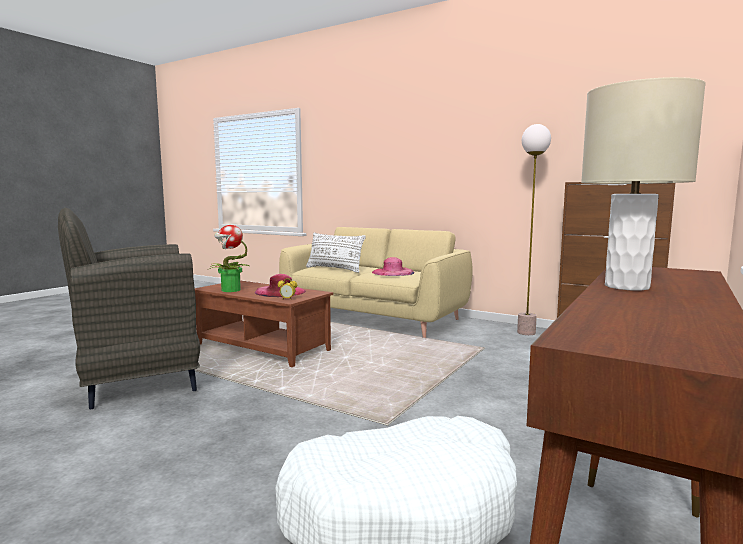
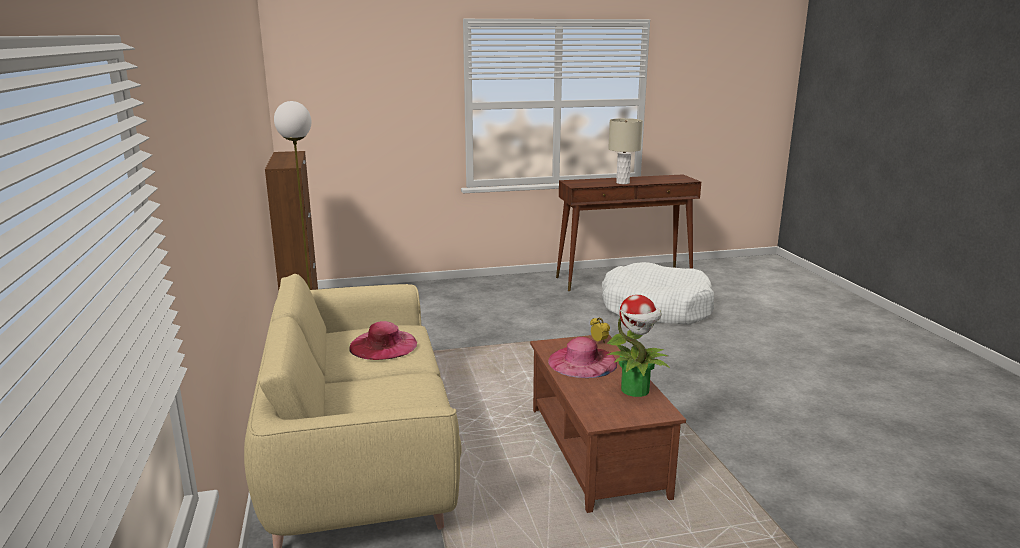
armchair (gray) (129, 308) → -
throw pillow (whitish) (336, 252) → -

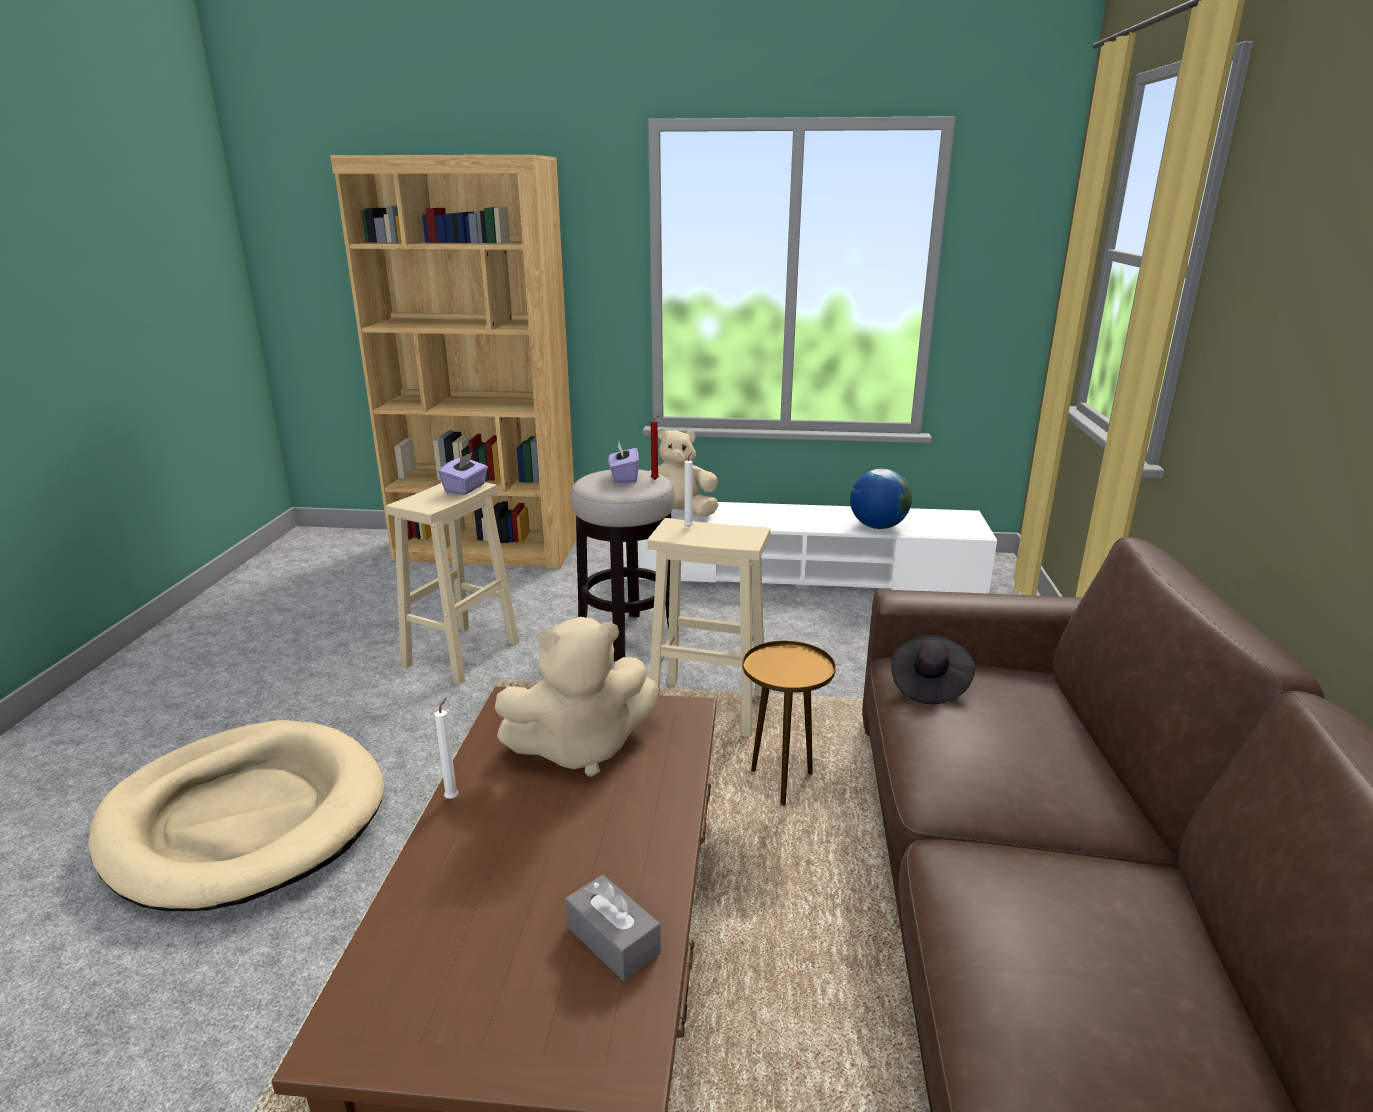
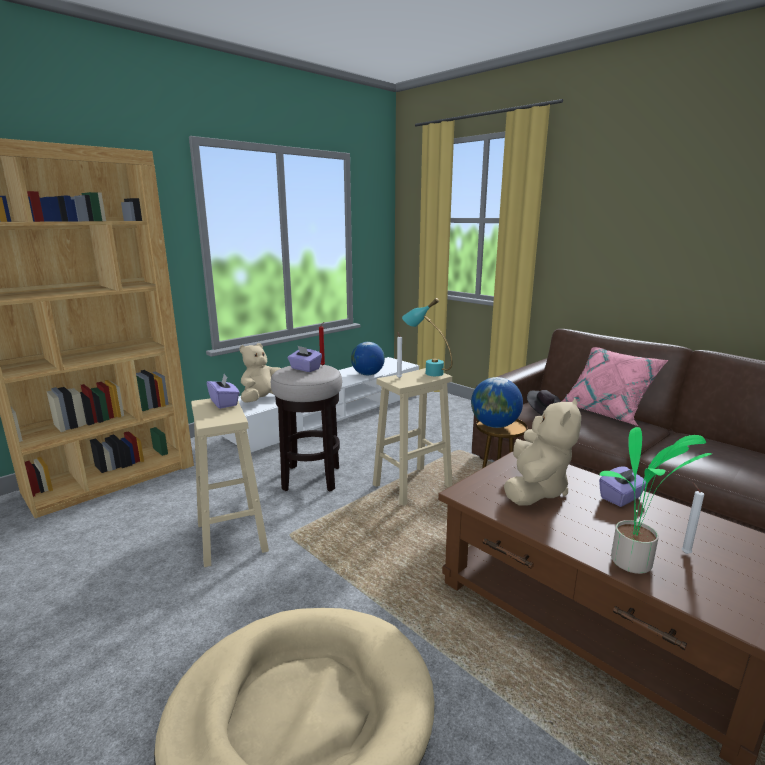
wax candle (whitish) (447, 748) → wax candle (whitish) (692, 518), move
tissue box (gray) (613, 927) → -
- → lamp for a table (turquoise-coloured) (427, 337)
- → desk globe (497, 402)
- → throw pillow (pinkish) (614, 386)
- → houseplant (655, 500)
- → tissue box (purplish) (622, 487)

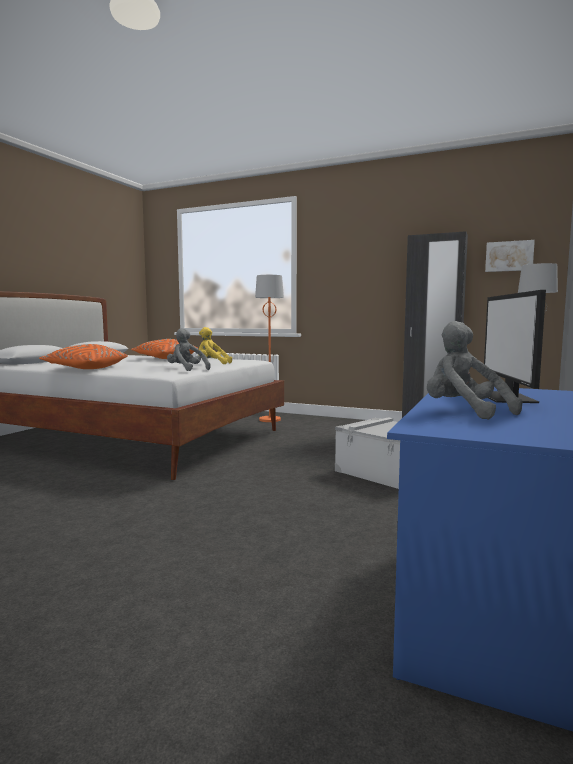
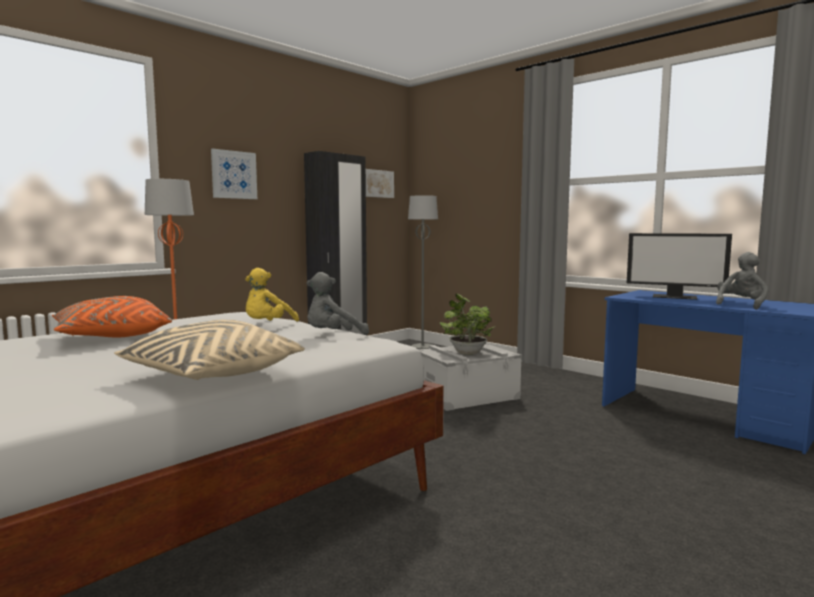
throw pillow (orangey) (83, 356) → throw pillow (sand-coloured) (209, 349)
cuddly toy (gray) (474, 370) → cuddly toy (gray) (742, 281), 150 degrees clockwise
- → wall art (234, 174)
- → houseplant (468, 324)

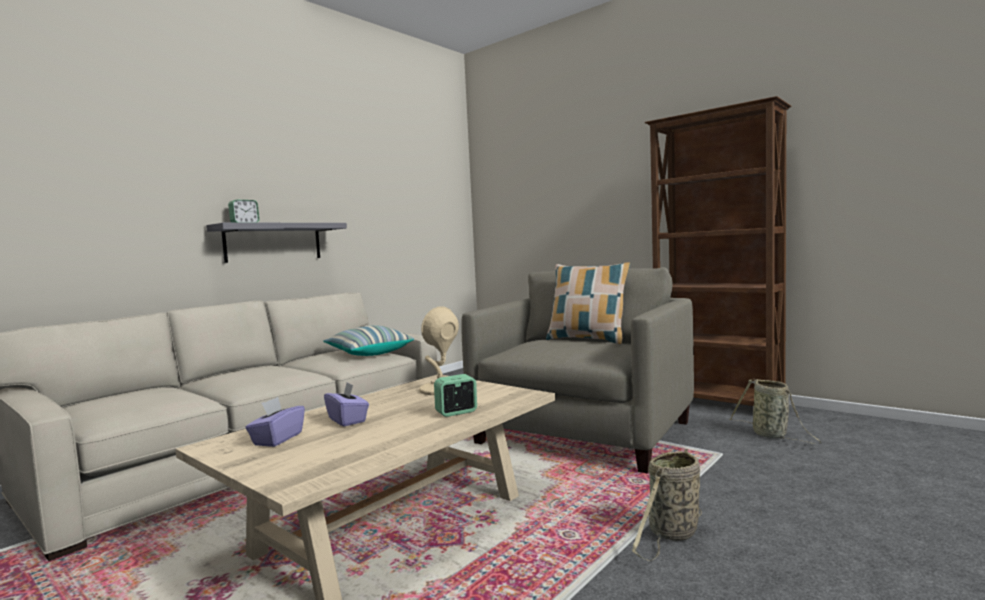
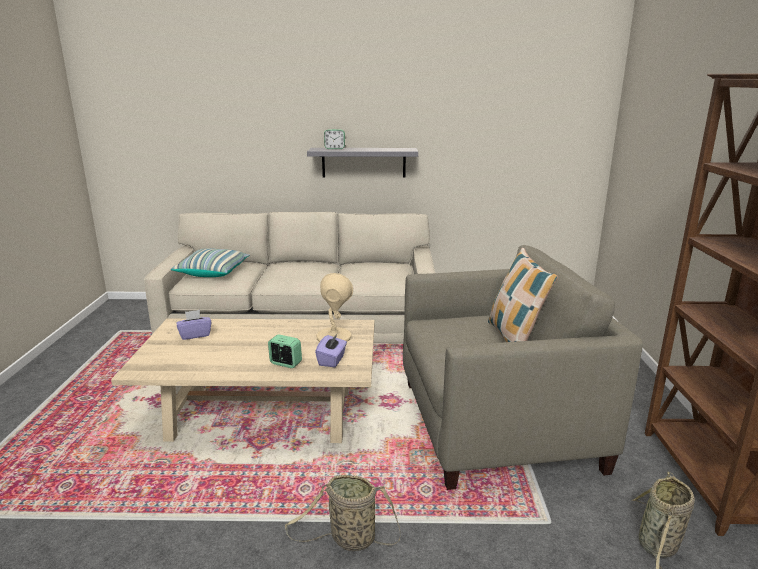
throw pillow (368, 340) → throw pillow (210, 262), move
tissue box (purplish) (346, 405) → tissue box (purplish) (331, 350), move

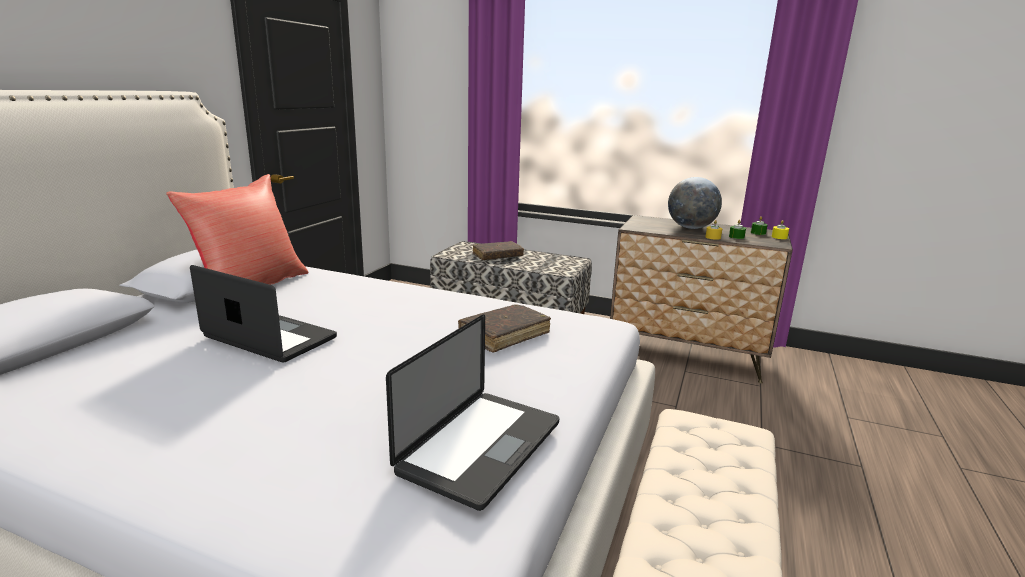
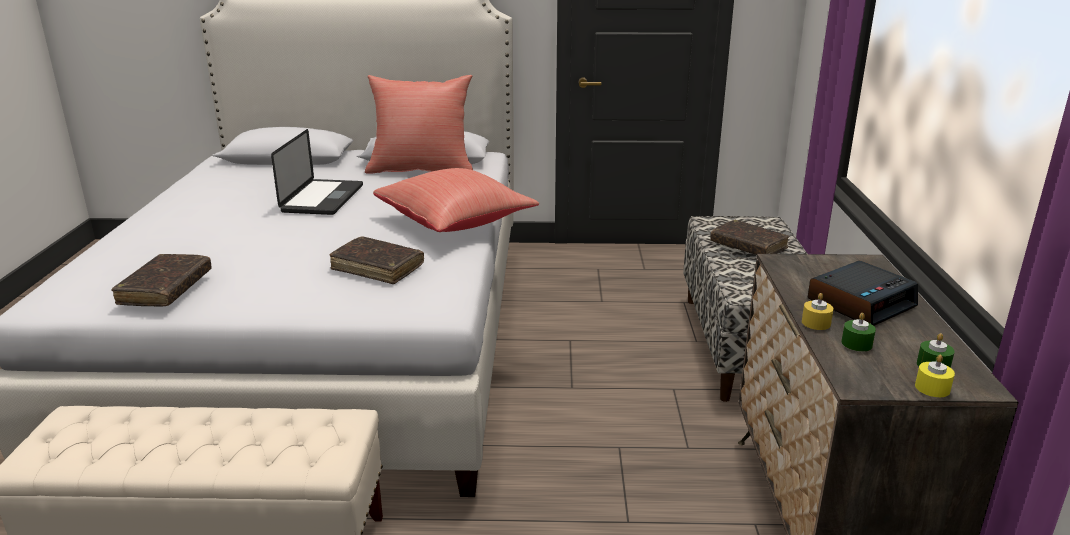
portable computer (472, 412) → volume (brown) (162, 280)
desk globe (695, 203) → alarm clock (862, 293)
- → throw pillow (red-coloured) (456, 200)

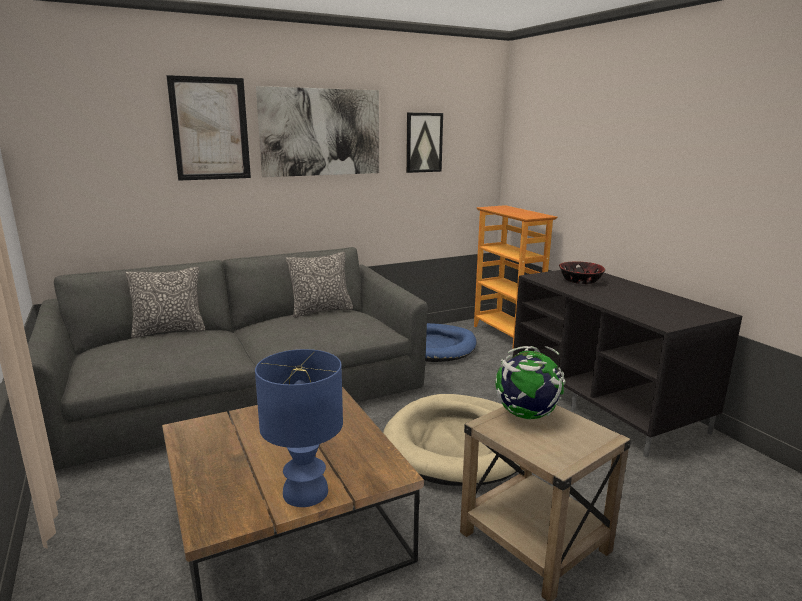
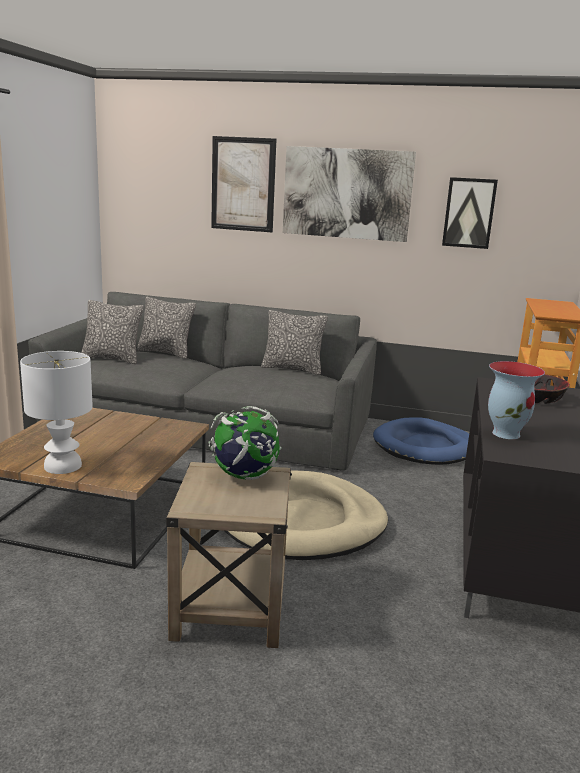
lamp for a table (blue) (299, 428) → lamp for a table (whitish) (56, 412)
- → throw pillow (112, 332)
- → decorative vase (516, 400)

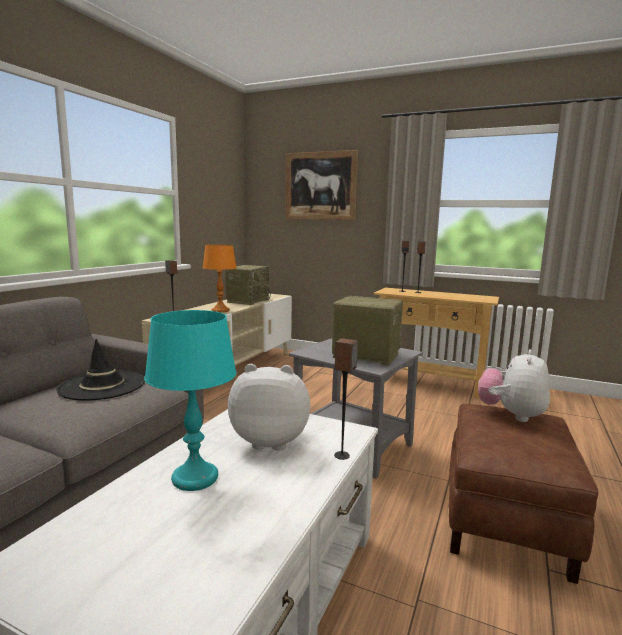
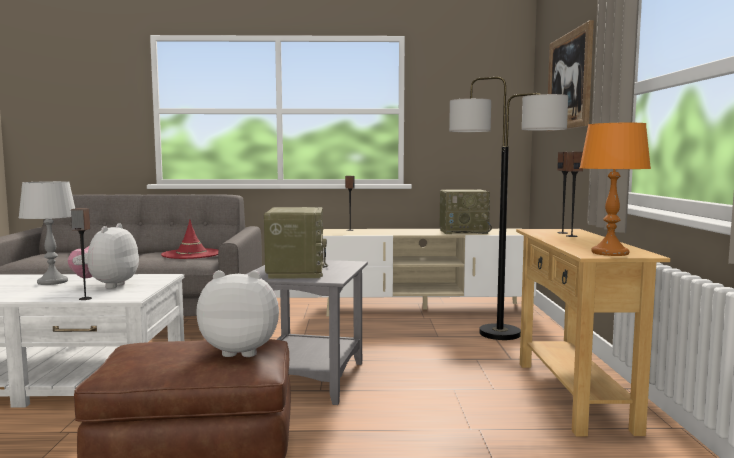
wearable hat (black-coloured) (101, 370) → wearable hat (red-coloured) (189, 239)
lamp for a table (turquoise-coloured) (190, 400) → lamp for a table (gray) (46, 233)
lamp for a table (orangey) (219, 279) → lamp for a table (orangey) (615, 189), move
cuddly toy (269, 407) → cuddly toy (103, 256), 150 degrees counterclockwise
- → standard lamp (508, 208)

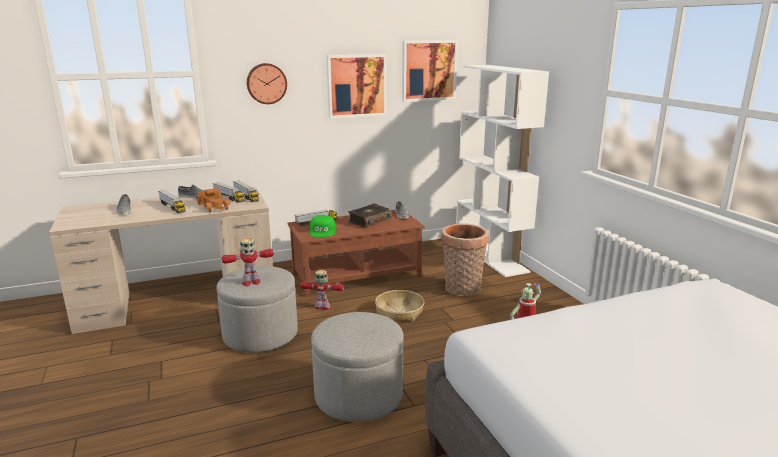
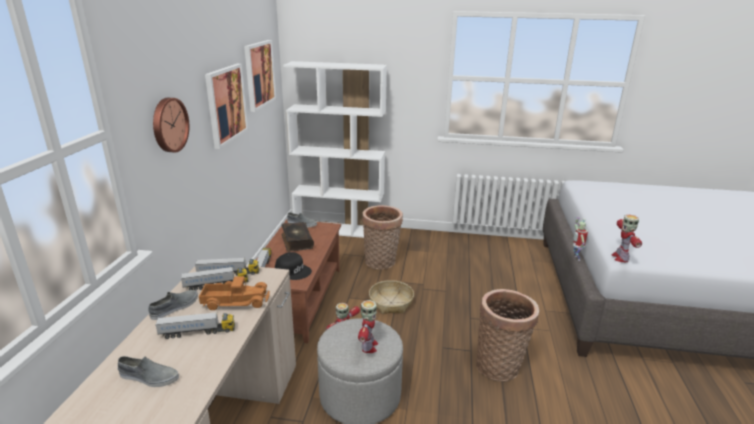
cap (green) (322, 226) → cap (black-coloured) (293, 266)
pouffe (gray) (357, 367) → household basket (507, 335)
- → model robot (627, 238)

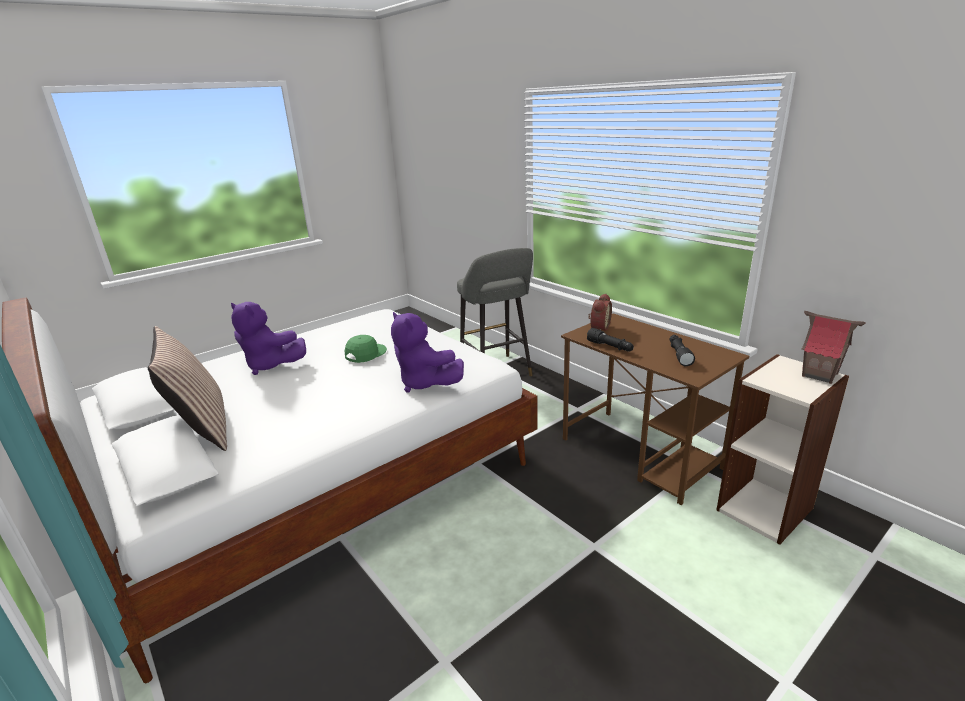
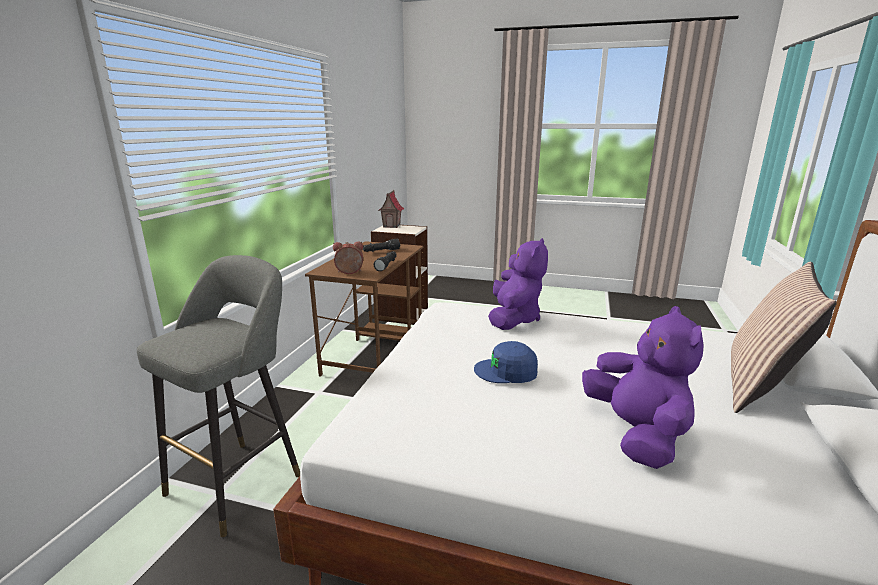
cap (green) (366, 349) → cap (blue) (506, 362)

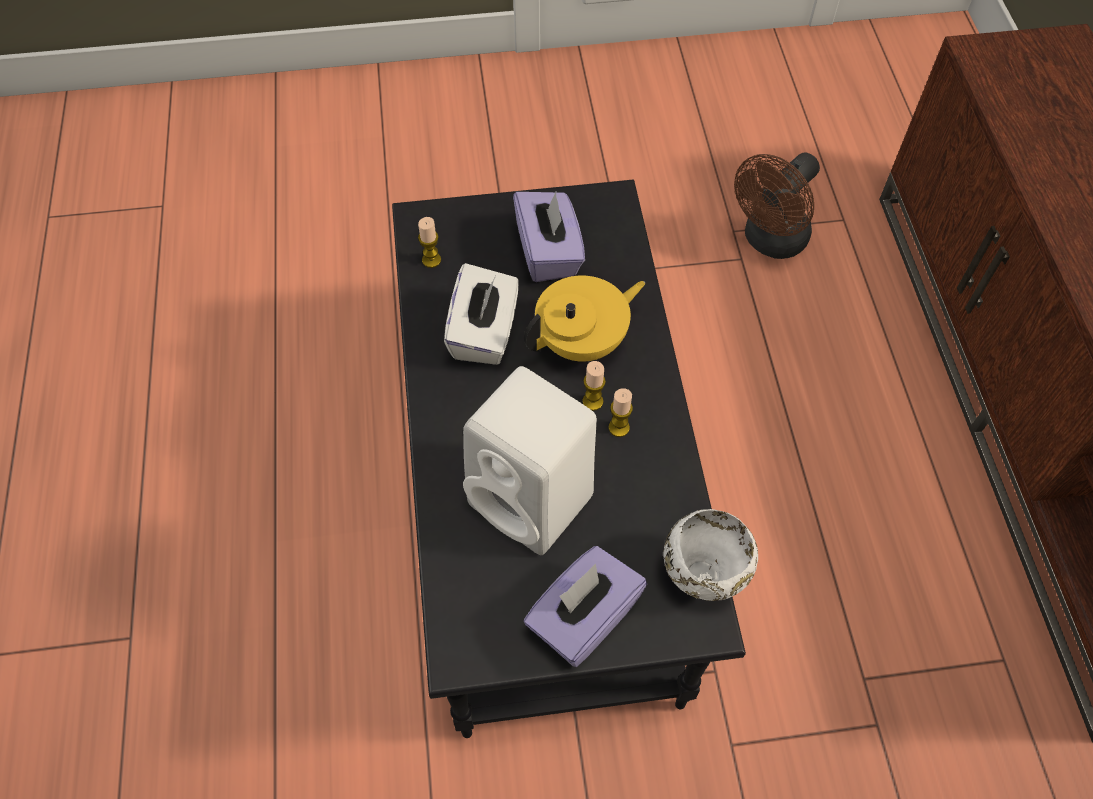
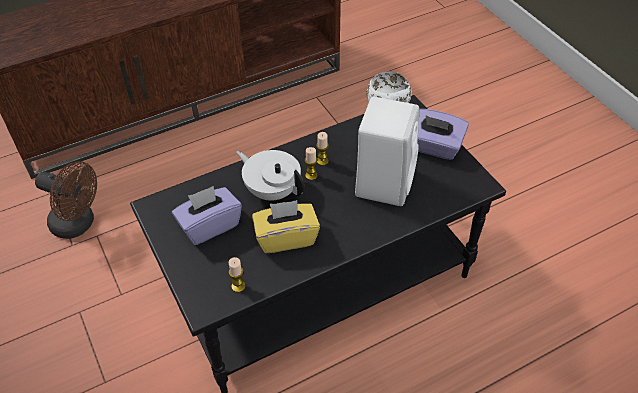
tissue box (whitish) (481, 314) → tissue box (yellow) (286, 226)
teapot (yellow) (584, 319) → teapot (whitish) (270, 175)

